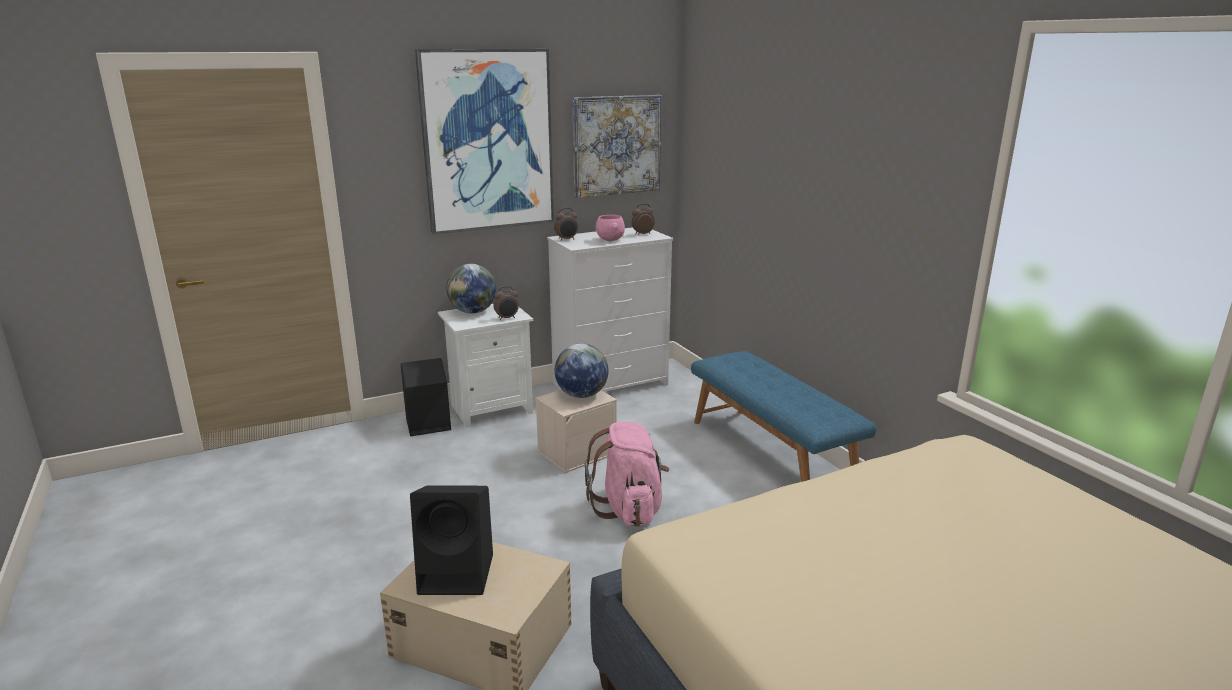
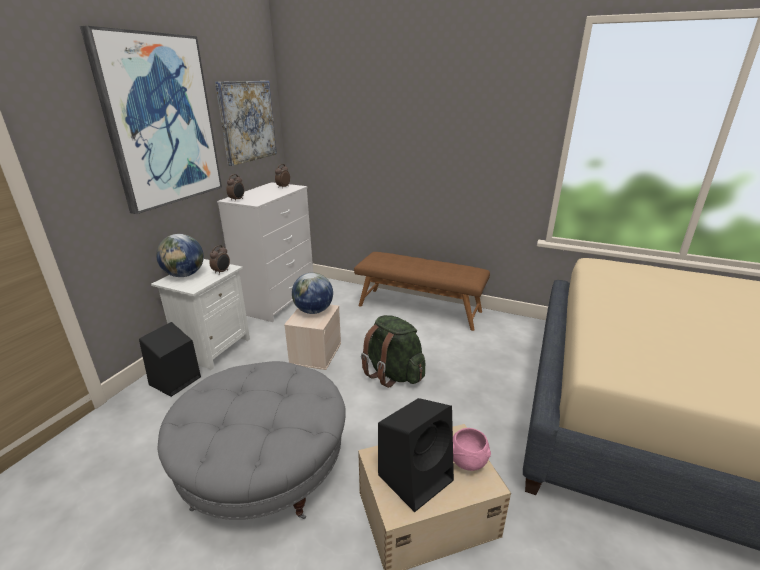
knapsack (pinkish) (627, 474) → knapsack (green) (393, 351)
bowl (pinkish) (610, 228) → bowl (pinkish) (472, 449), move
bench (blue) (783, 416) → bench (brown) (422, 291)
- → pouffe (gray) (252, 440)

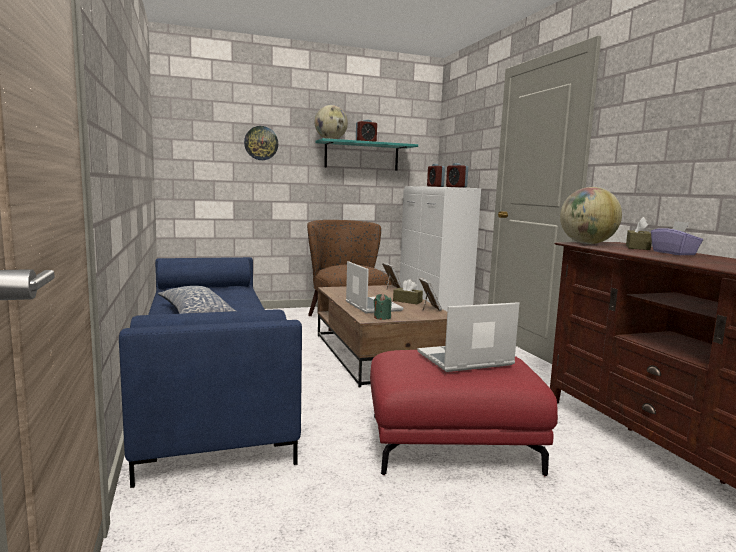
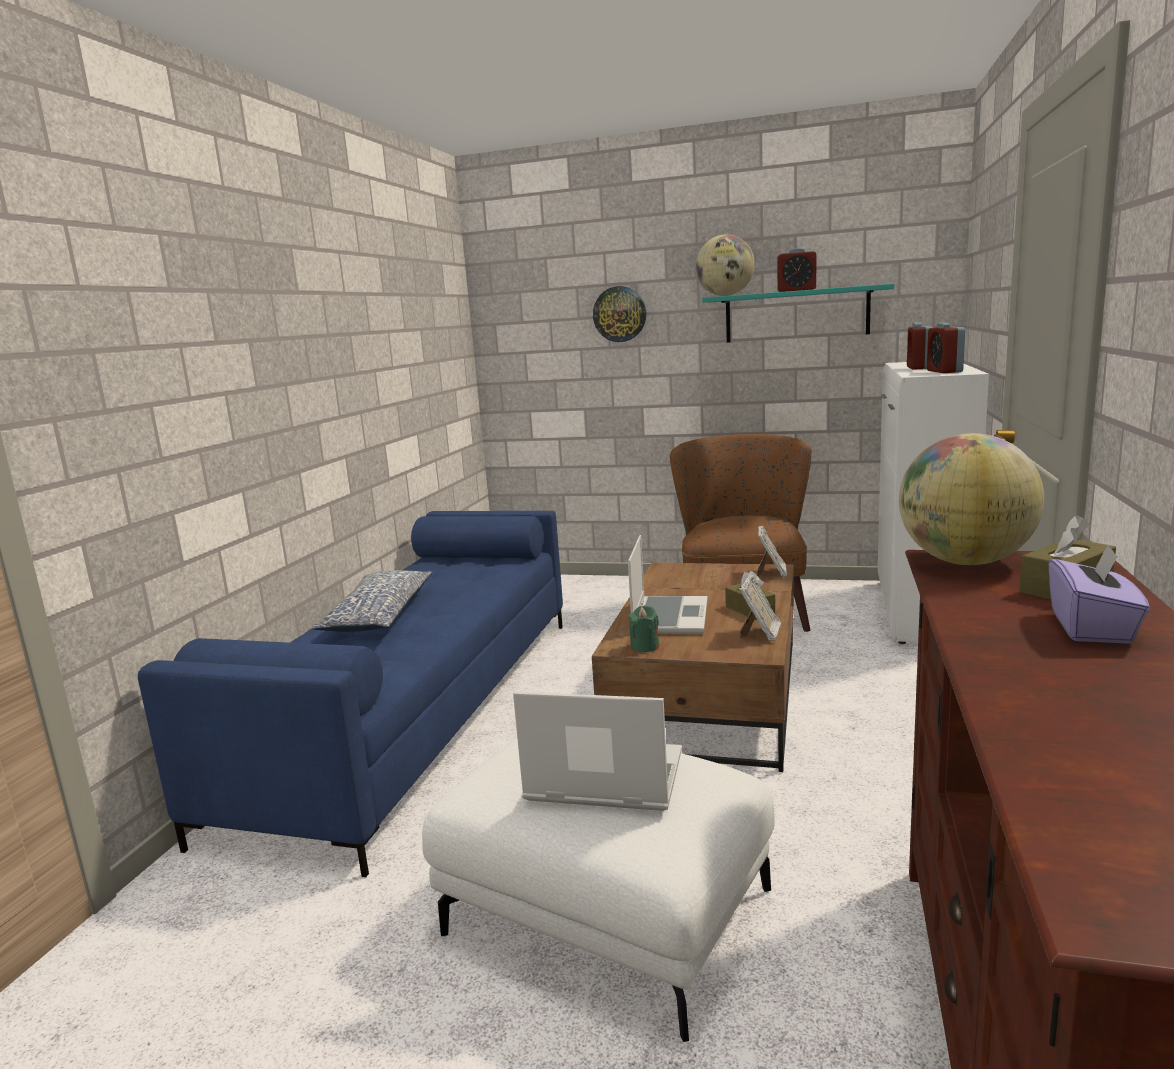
pouffe (red-coloured) (464, 413) → pouffe (whitish) (598, 890)

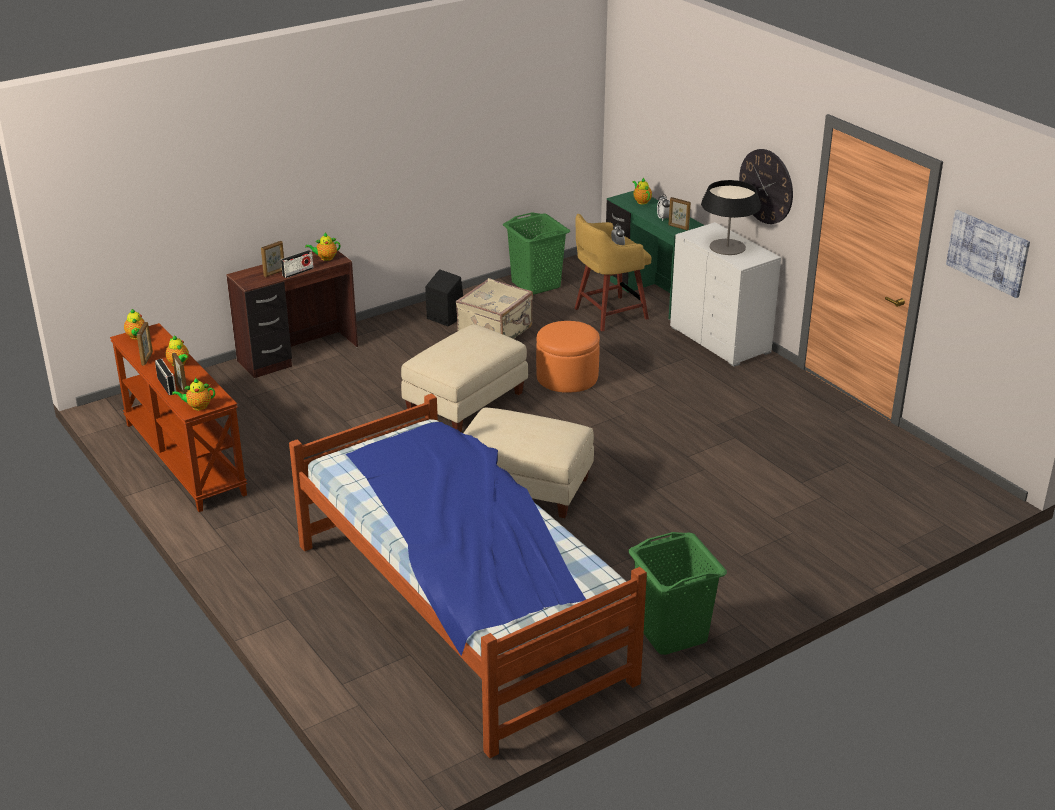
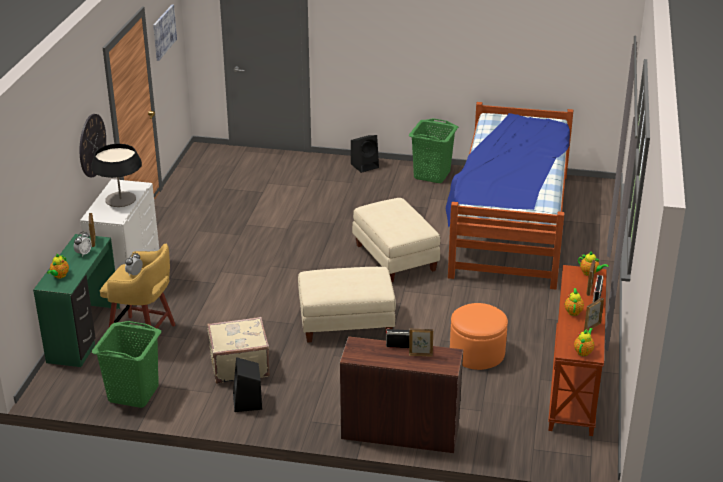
teapot (322, 246) → -
pouffe (orangey) (568, 357) → pouffe (orangey) (479, 336), move
- → speaker (black-coloured) (365, 154)

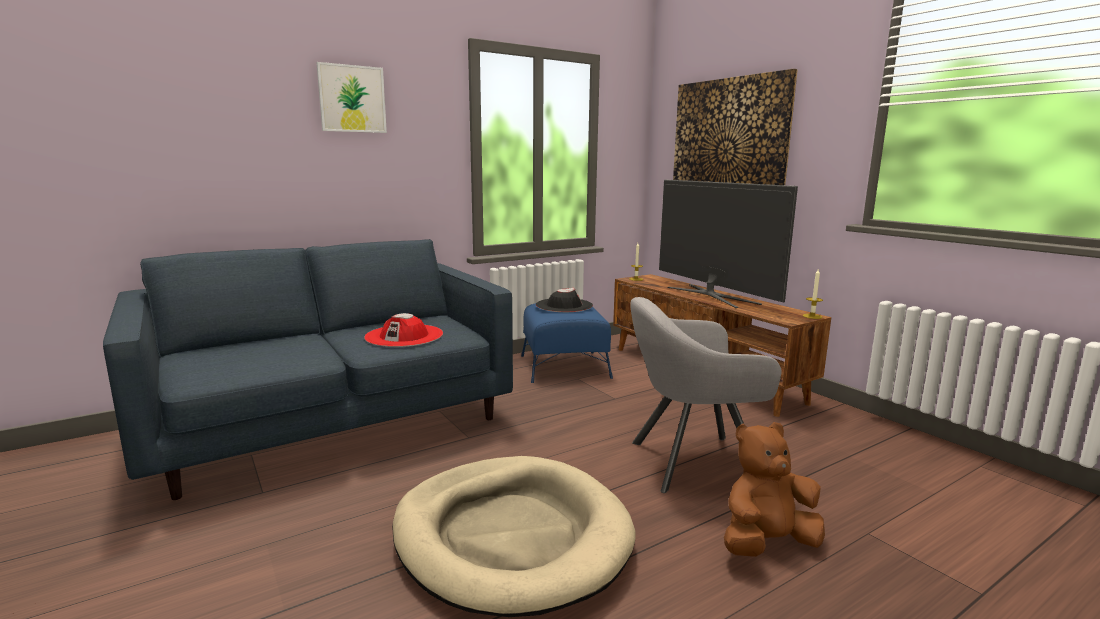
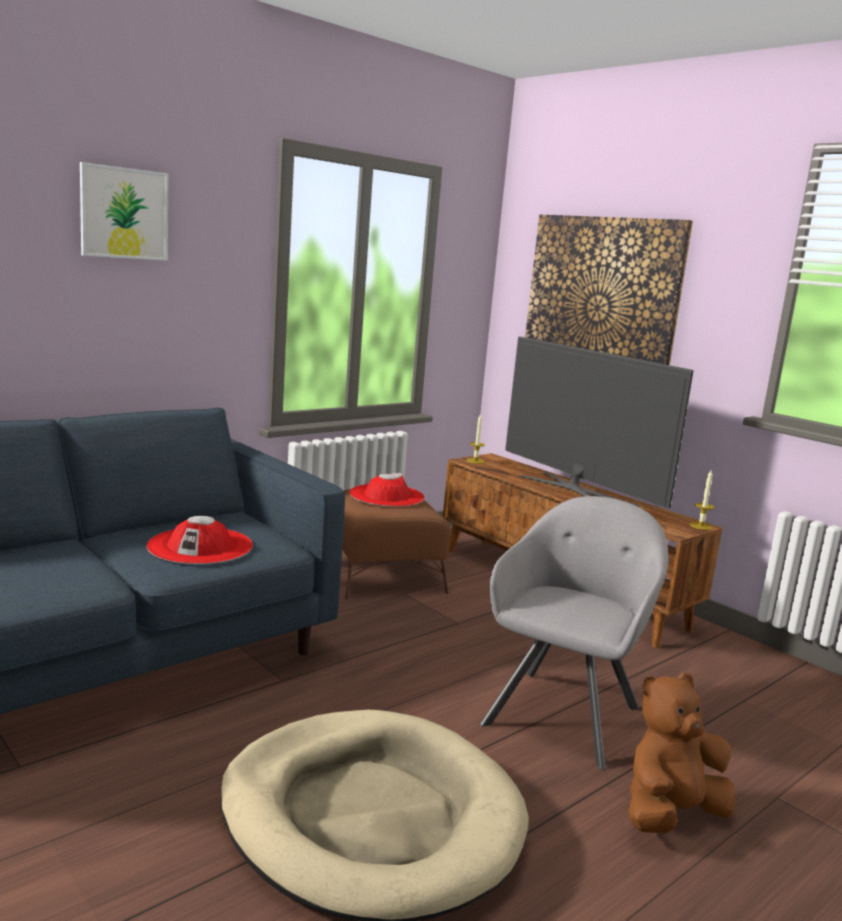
pouffe (blue) (567, 343) → pouffe (brown) (396, 544)
wearable hat (black-coloured) (564, 300) → wearable hat (red-coloured) (387, 490)
armchair (gray) (705, 395) → armchair (gray) (574, 633), 135 degrees clockwise

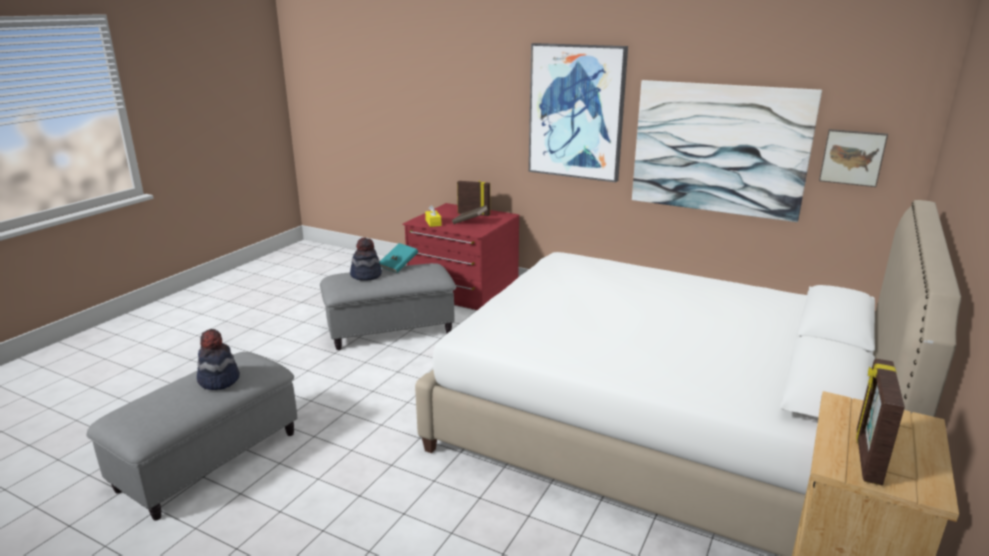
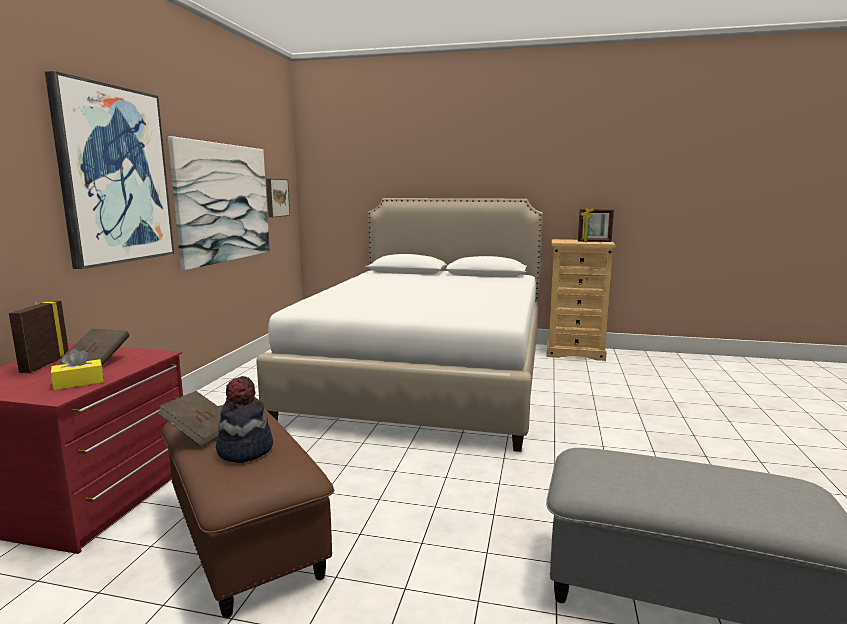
wearable hat (218, 359) → -
pouffe (gray) (388, 306) → pouffe (brown) (248, 511)
volume (turquoise-coloured) (399, 258) → volume (brown) (190, 418)

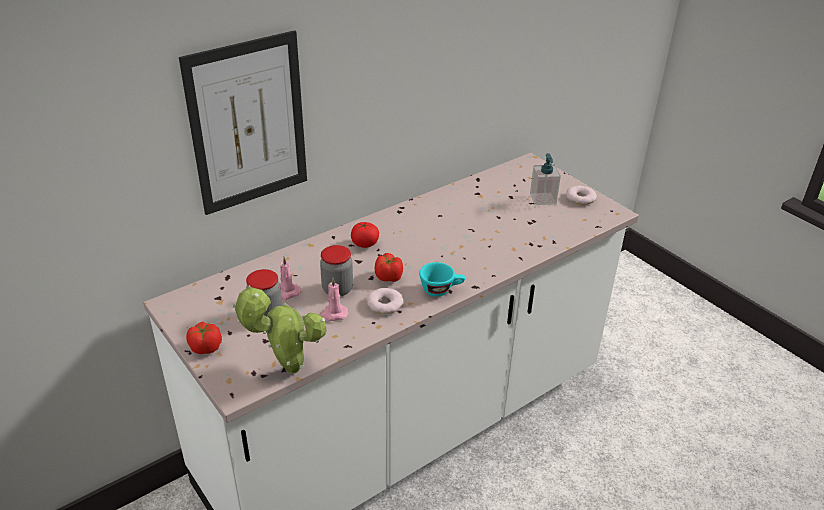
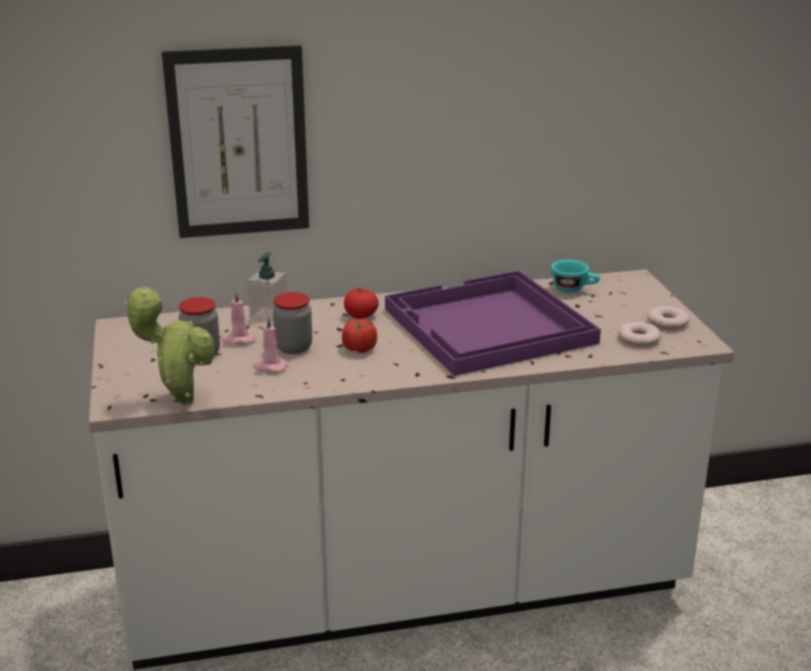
whole tomato (204, 338) → -
ring doughnut (384, 301) → ring doughnut (640, 334), move
drinking cup (turquoise-coloured) (442, 279) → drinking cup (turquoise-coloured) (575, 276), move
soap dispenser (545, 179) → soap dispenser (267, 287), move
- → tray (purplish) (493, 323)

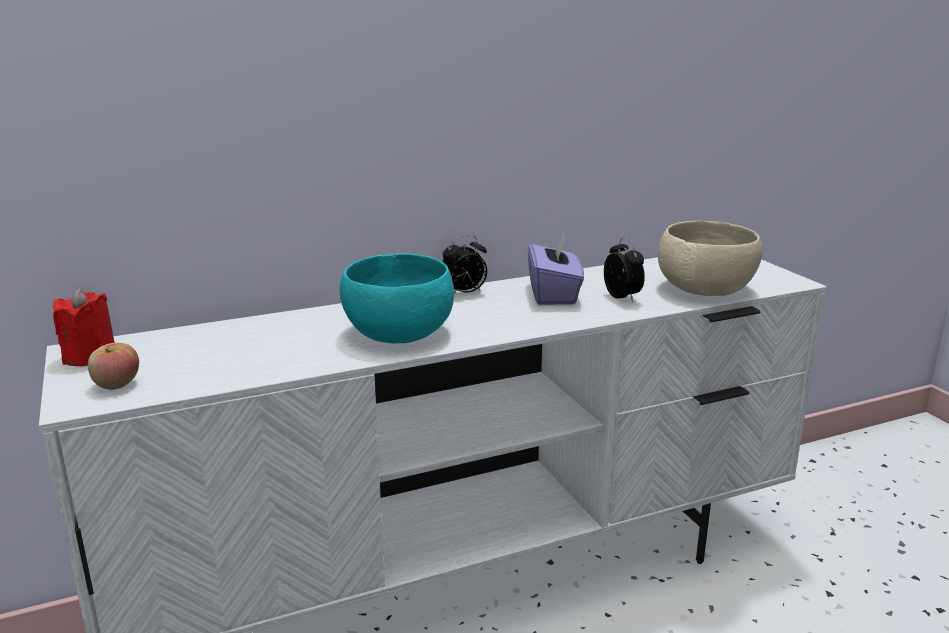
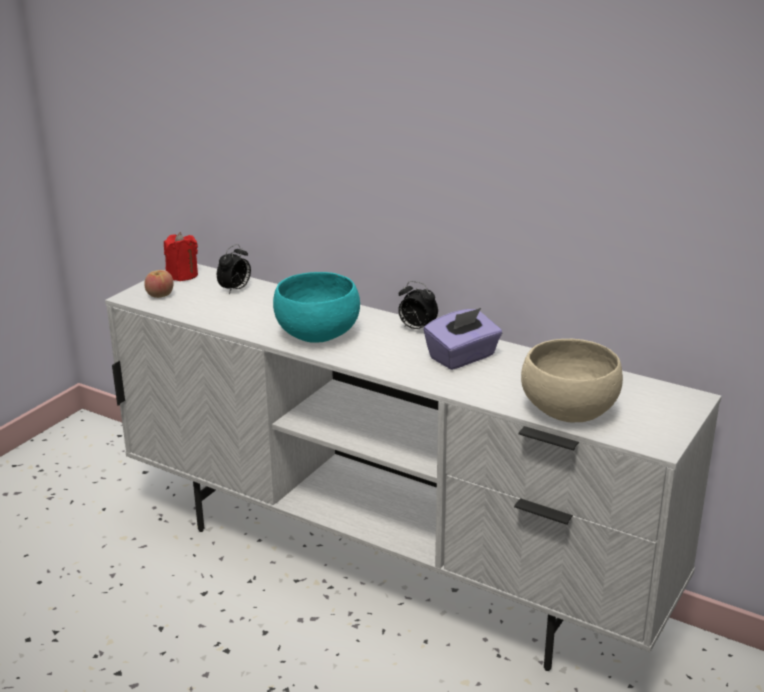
alarm clock (624, 270) → alarm clock (234, 269), move

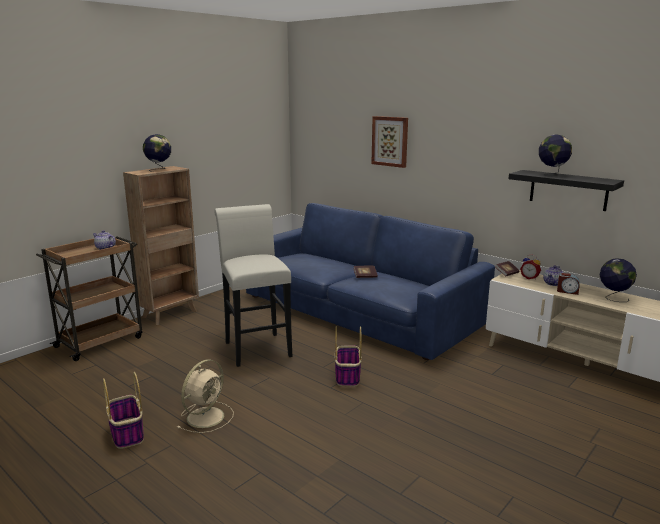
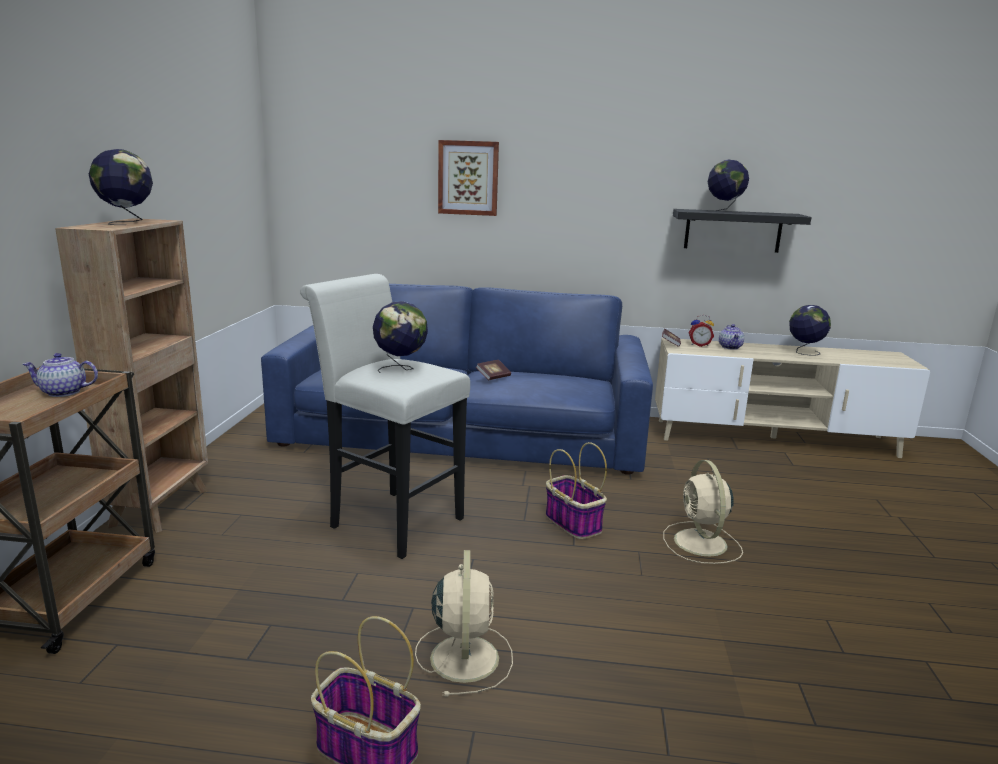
alarm clock (568, 284) → -
- → desk globe (400, 337)
- → fan (sand-coloured) (703, 512)

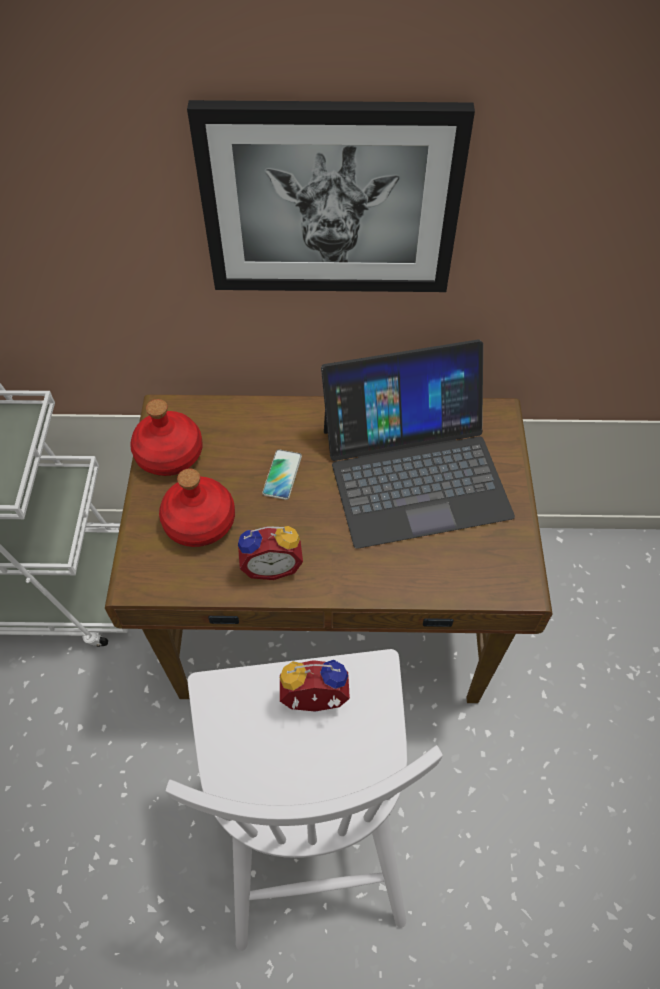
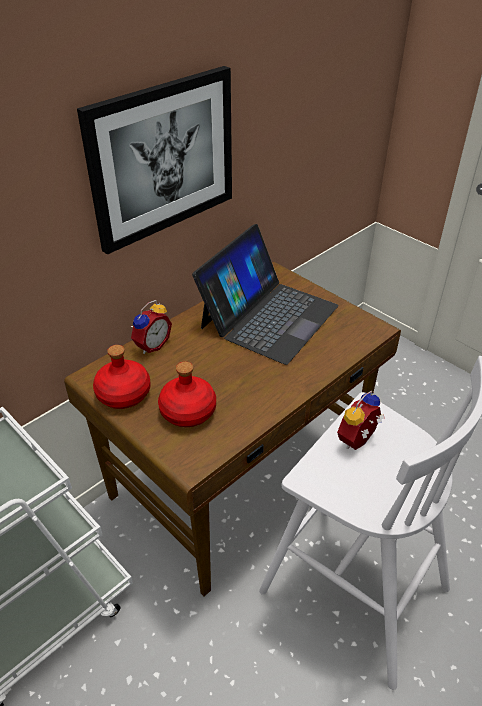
alarm clock (270, 553) → alarm clock (151, 327), move
phone (282, 474) → -

